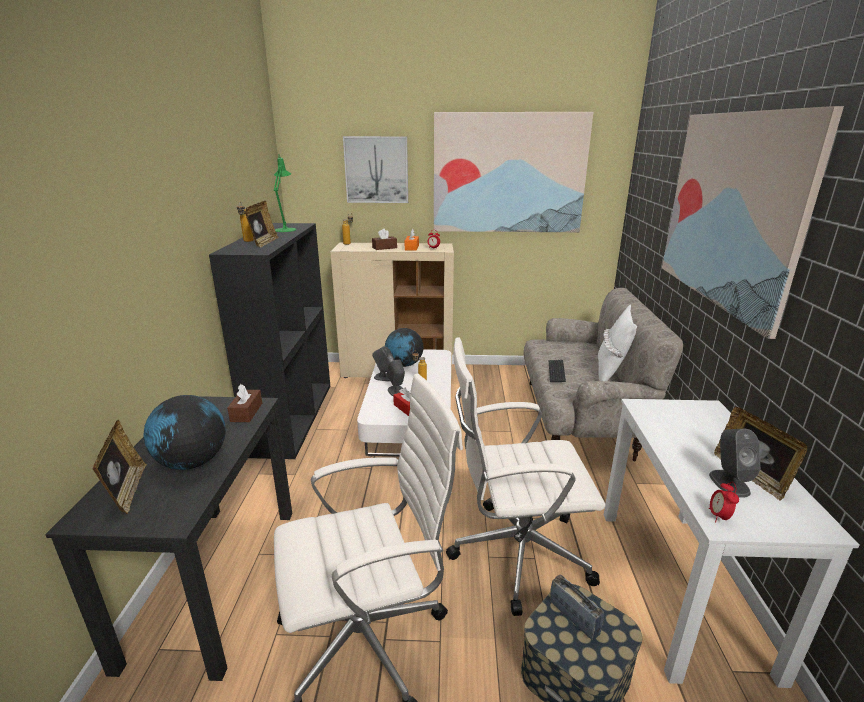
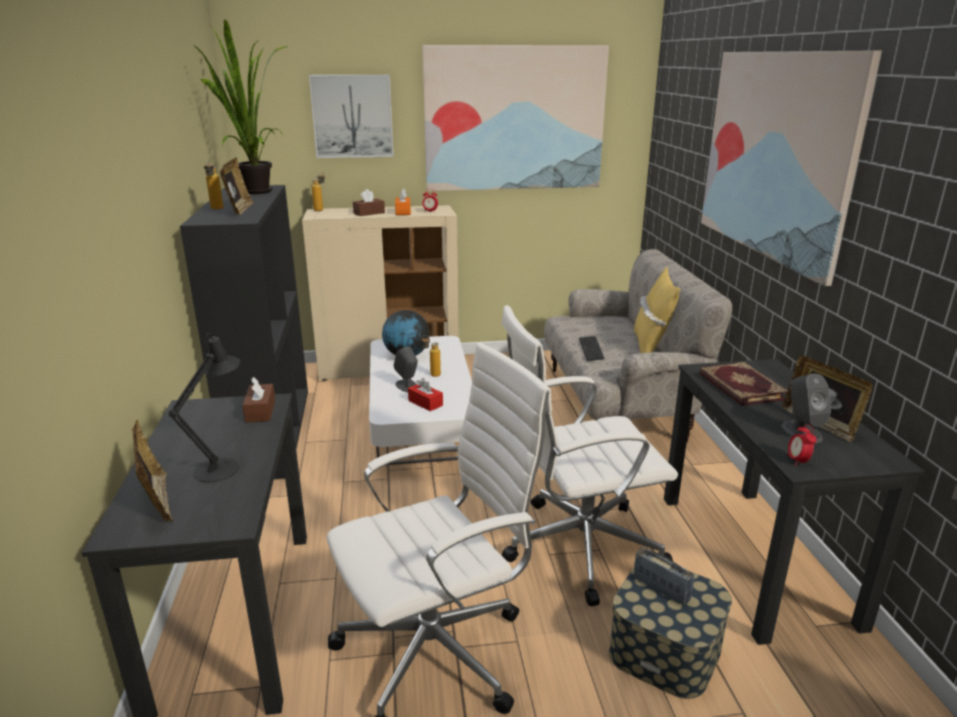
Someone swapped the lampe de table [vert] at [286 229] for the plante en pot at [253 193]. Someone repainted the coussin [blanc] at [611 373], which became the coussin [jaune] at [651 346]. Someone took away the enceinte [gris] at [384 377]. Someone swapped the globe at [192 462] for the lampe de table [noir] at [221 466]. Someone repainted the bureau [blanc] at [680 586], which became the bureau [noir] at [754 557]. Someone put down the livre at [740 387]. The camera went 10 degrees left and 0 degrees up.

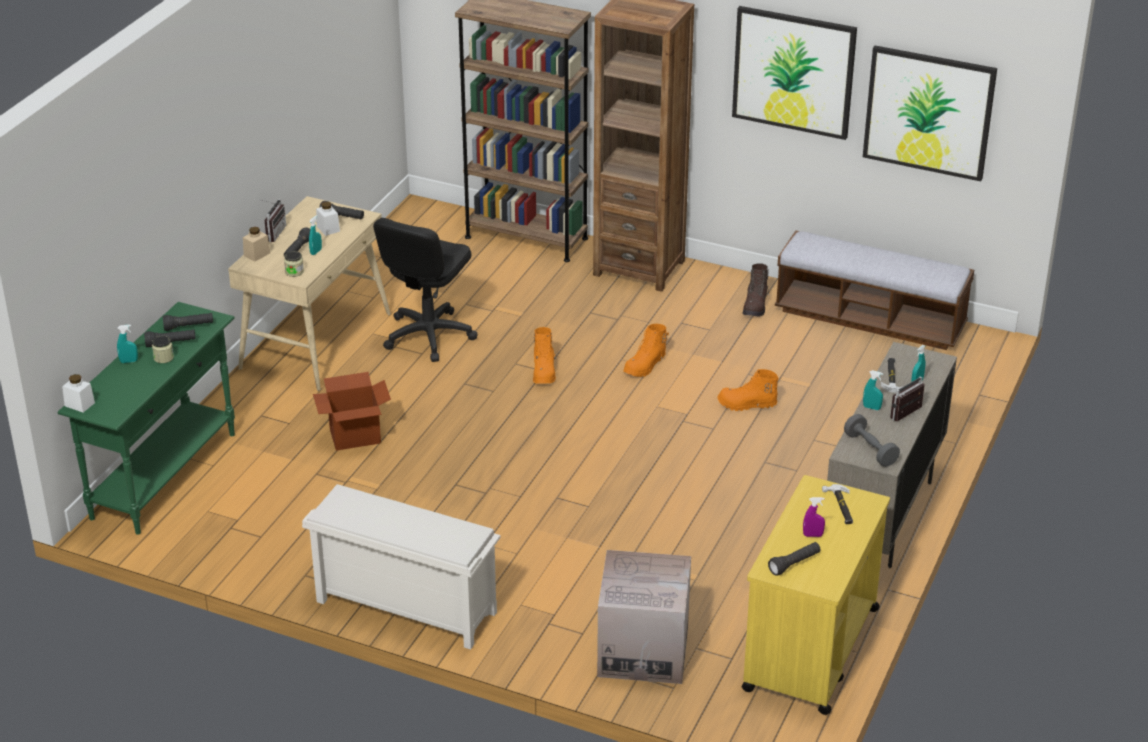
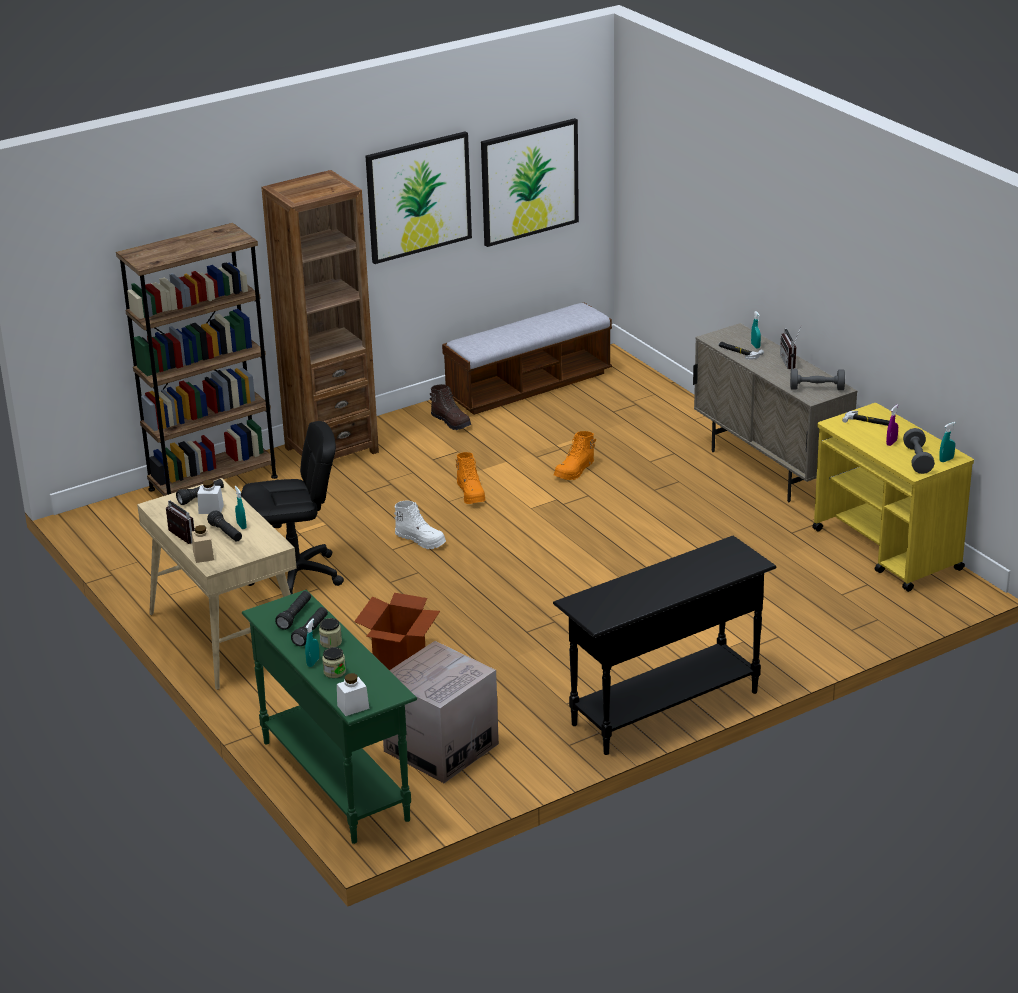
Someone rotated the chaise de bureau [noir] at [428 335] by 75 degrees counterclockwise. Someone carried the bocal from [294 272] to [334 672]. Someone repainted the botte [orange] at [544 371], which became the botte [blanc] at [421 540]. Someone carried the vaporisateur [turquoise] from [871 408] to [946 460]. Someone swapped the étagère à chaussures [blanc] at [404 607] for the table console [noir] at [664 708]. Someone swapped the lampe de poche [noir] at [794 564] for the haltère [gris] at [917 460]. Someone carried the carton from [643 651] to [441 747]. The camera went 55 degrees left and 5 degrees down.

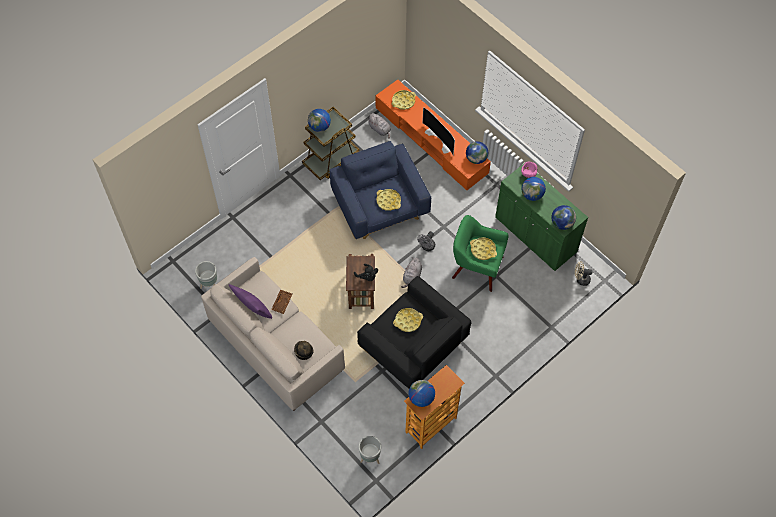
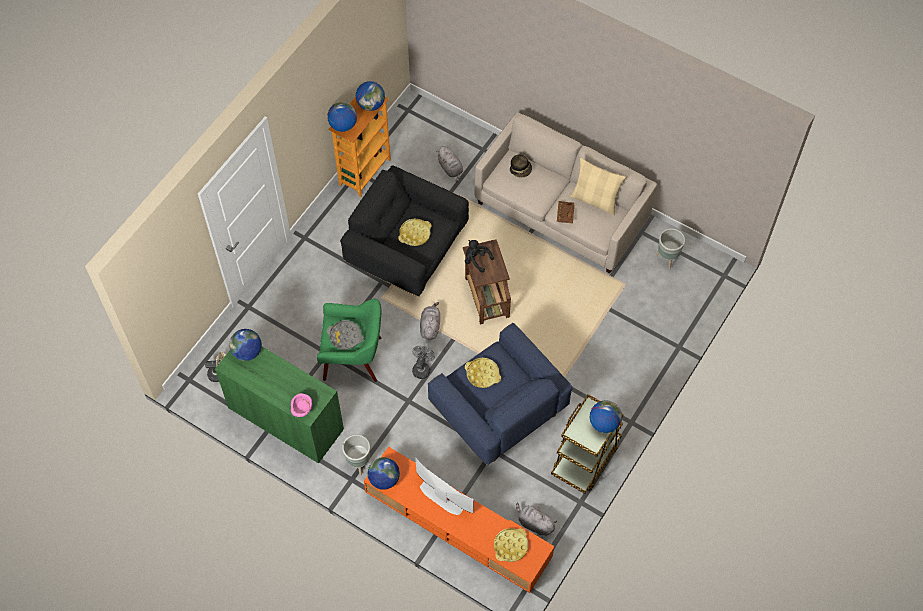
Someone carried the globe from [532 195] to [343 125]. Someone repainted the plateau [jaune] at [483 250], which became the plateau [gris] at [345 336]. Someone repainted the coussin [violet] at [253 309], which became the coussin [beige] at [595 200]. Someone carried the cache-pot [gris] from [370 458] to [358 462]. Someone put down the peluche [gris] at [450 169]. The camera went 165 degrees right and 0 degrees up.

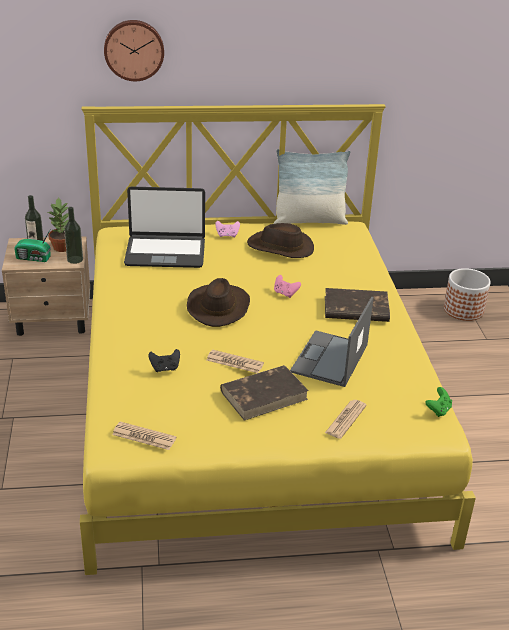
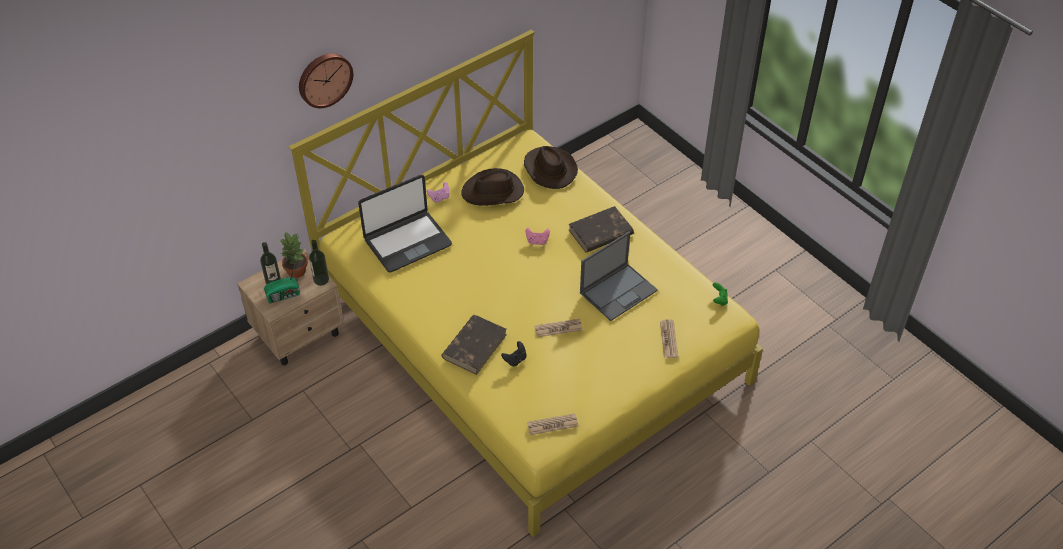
Someone took away the coussin at [309 221]. Someone took away the cache-pot at [464 310]. Someone carried the chapeau [marron] from [218 307] to [549 169]. Someone rotated the ordinateur portable at [329 359] by 120 degrees counterclockwise. Someone carried the livre [marron] from [264 395] to [475 346]. The camera went 30 degrees left and 15 degrees up.

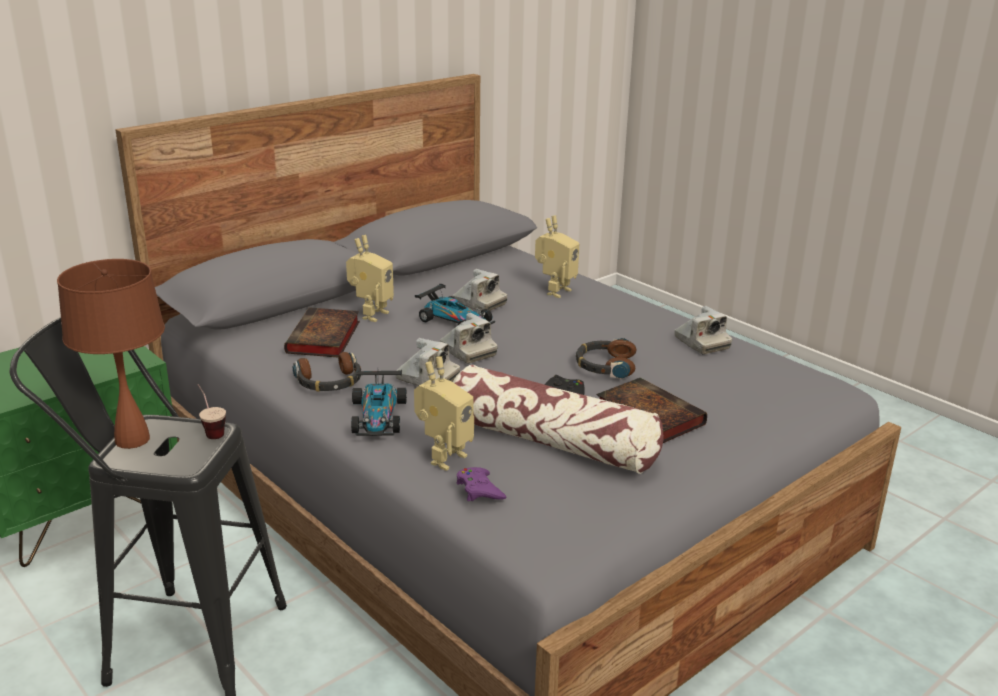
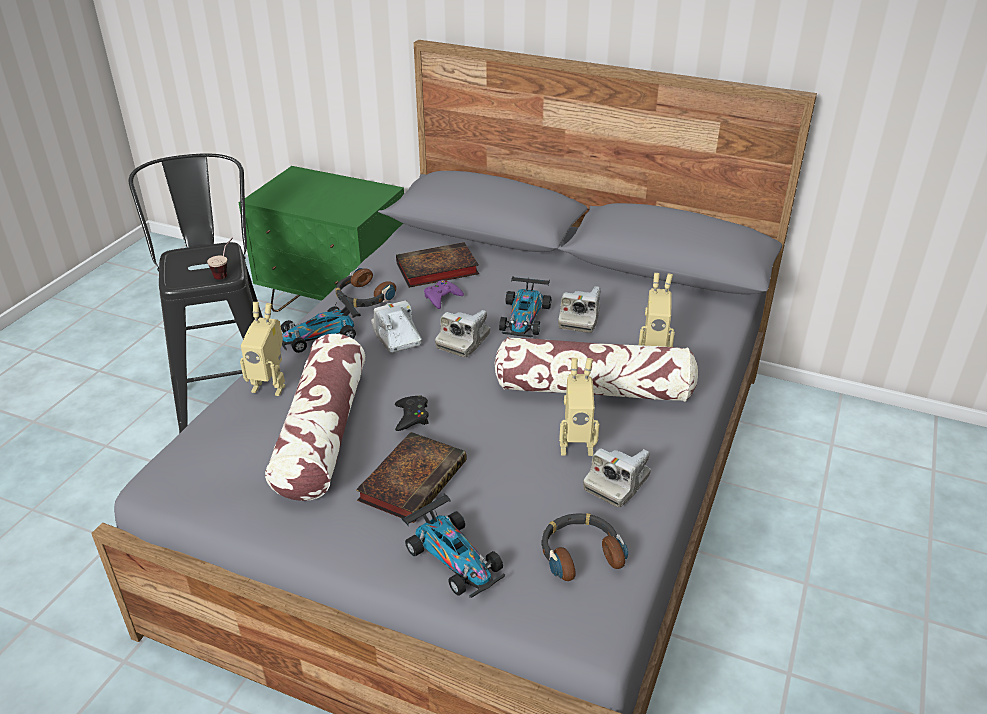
Someone carried the robot jouet from [371 314] to [576 445]. Someone took away the lampe de table [marron] at [133 440]. Someone rotated the appareil photo at [427 378] by 150 degrees clockwise. Someone carried the casque audio from [605 365] to [580 552]. Someone carried the manette [violet] from [479 489] to [442 297]. Someone put down the coussin at [594 389]. Someone put down the petite voiture at [454 558]. The camera went 65 degrees right and 10 degrees up.

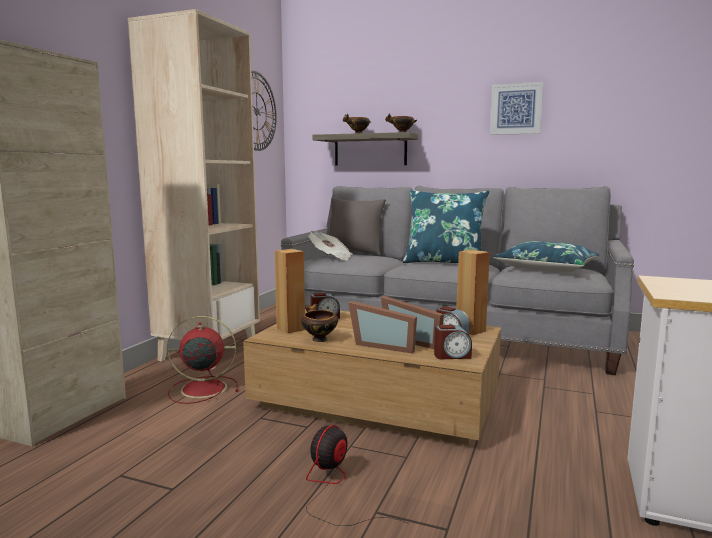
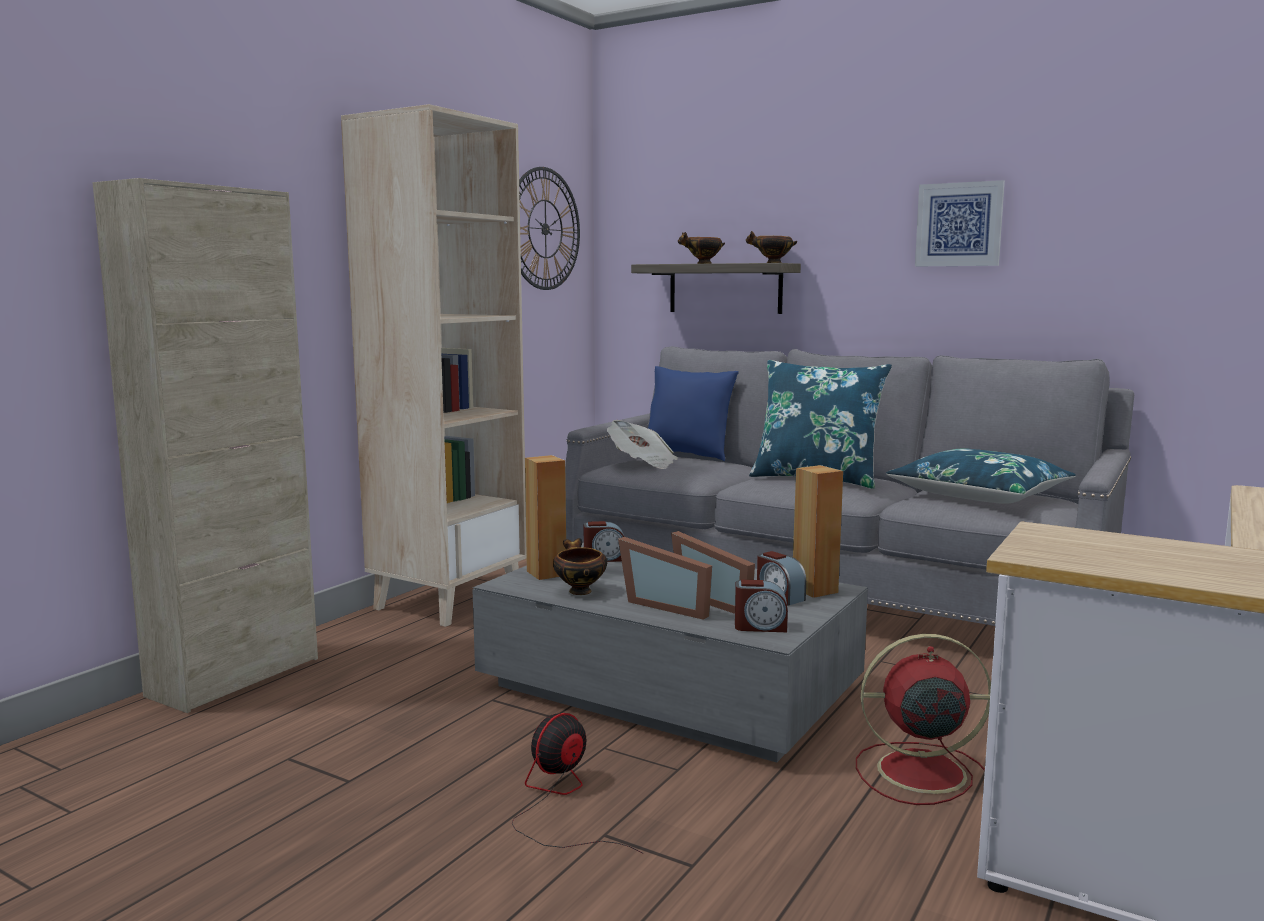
Someone repainted the coussin [gris] at [354 253], which became the coussin [bleu] at [688 456]. Someone repainted the table basse [marron] at [378 400], which became the table basse [gris] at [670 688]. Someone carried the ventilateur [rouge] from [201 389] to [917 772]. The camera went 10 degrees right and 0 degrees up.

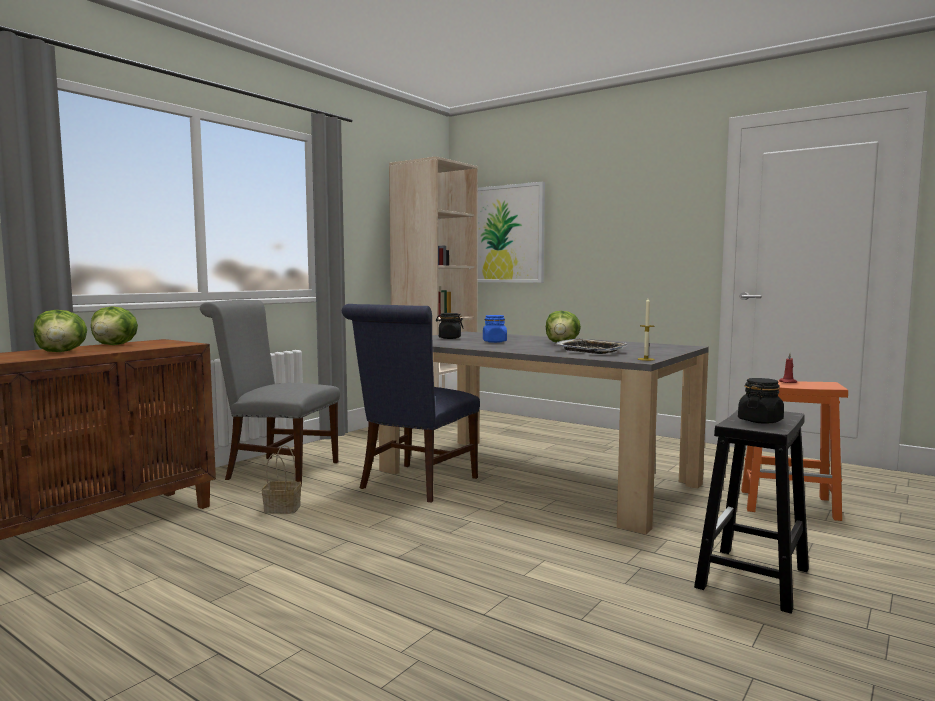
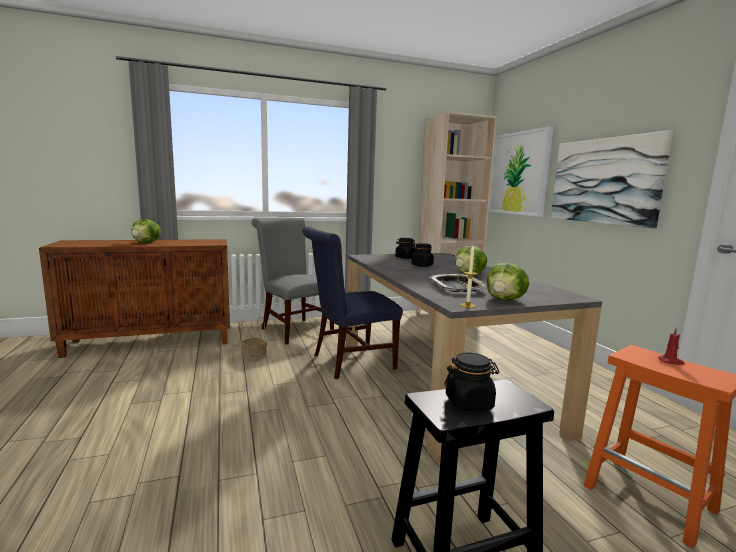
Someone carried the laitue from [115 345] to [505 300]. Someone repainted the bocal [bleu] at [494 341], which became the bocal [noir] at [422 265]. Someone put up the tableau at [604 181]. The camera went 35 degrees right and 5 degrees up.

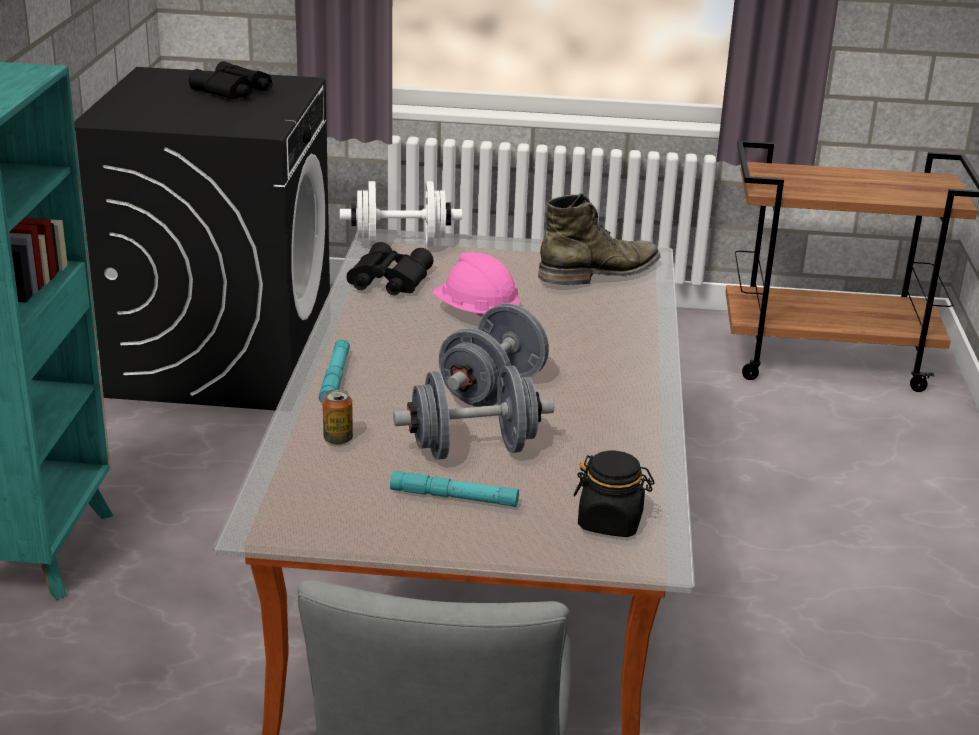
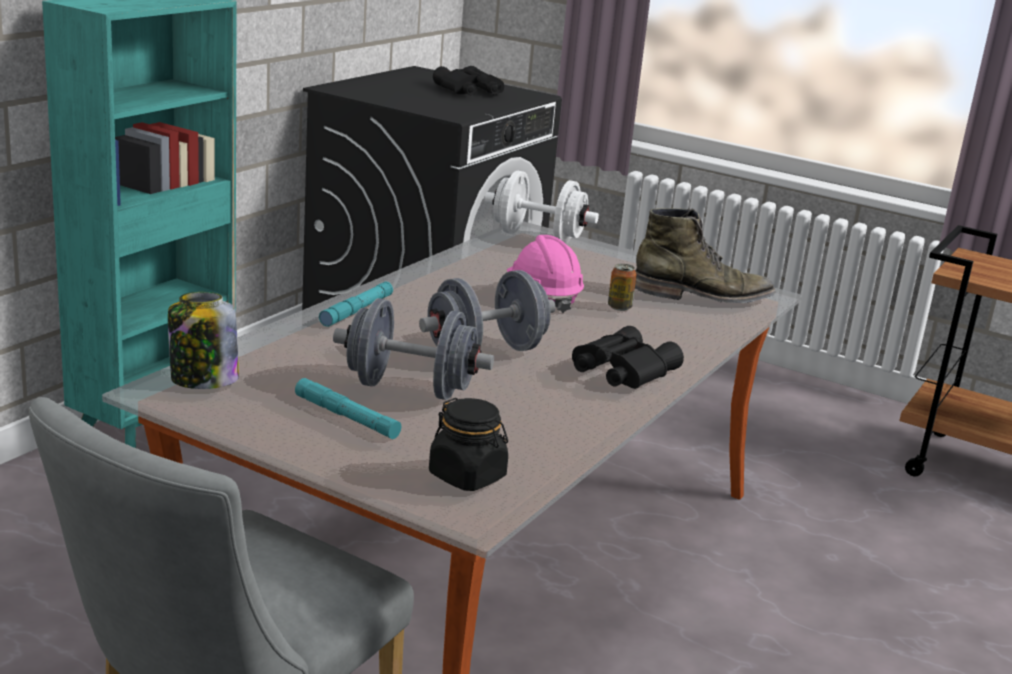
Someone carried the jumelles [noir] from [387 281] to [620 370]. Someone carried the boîte métallique from [338 439] to [619 307]. Someone put down the bocal at [203 380]. The camera went 25 degrees right and 5 degrees down.

